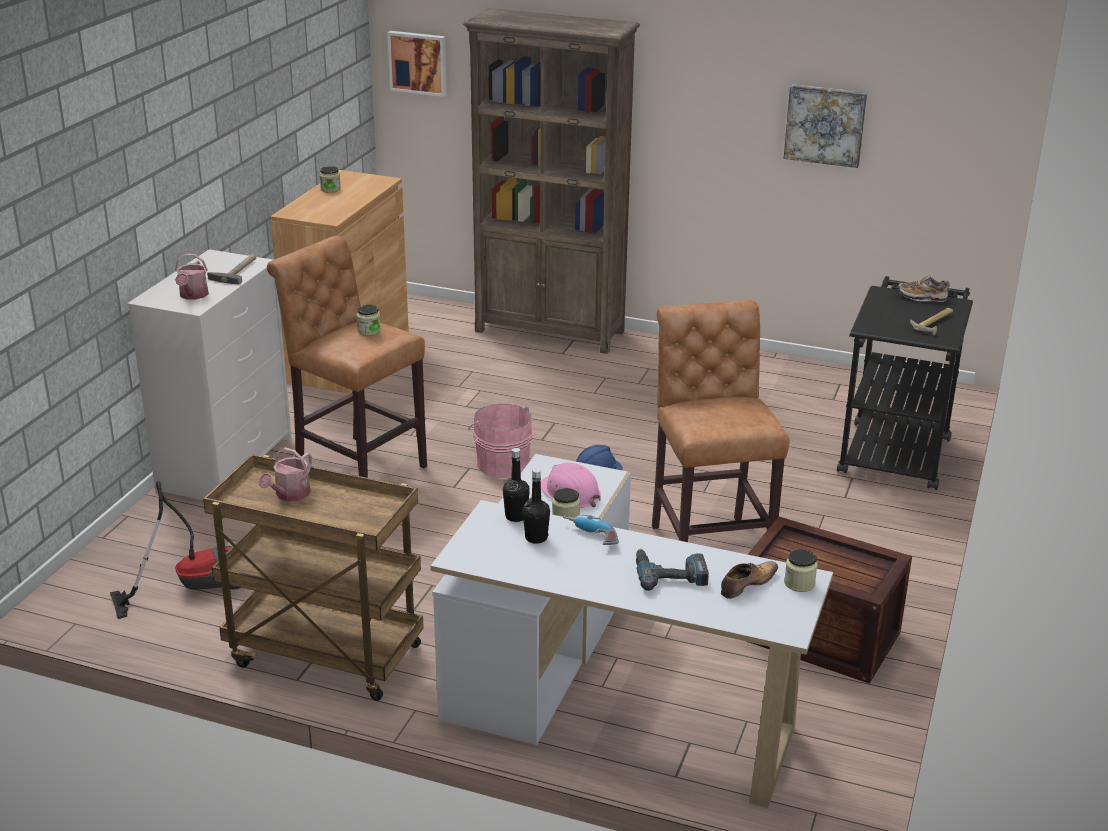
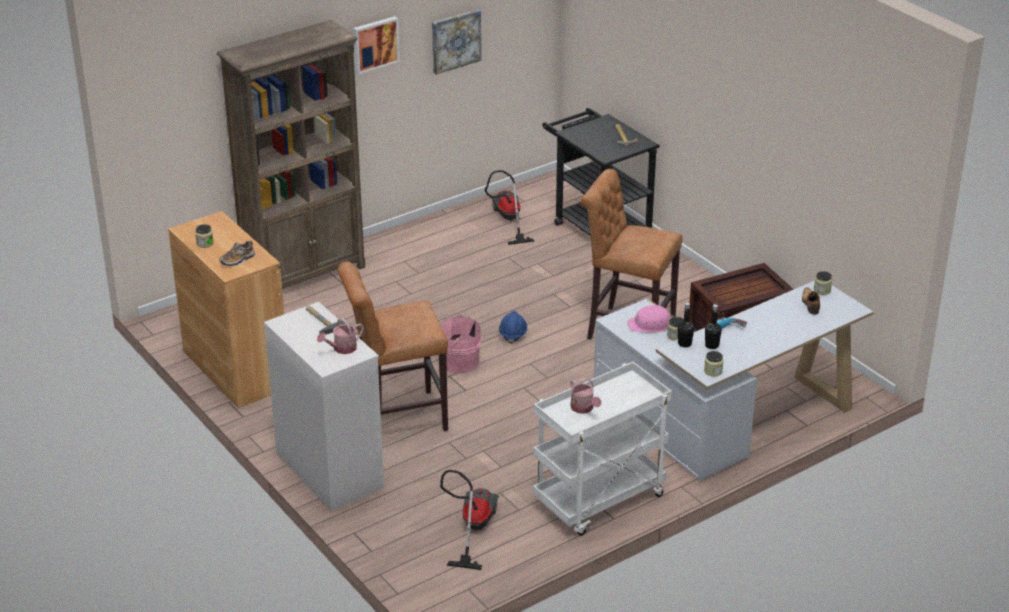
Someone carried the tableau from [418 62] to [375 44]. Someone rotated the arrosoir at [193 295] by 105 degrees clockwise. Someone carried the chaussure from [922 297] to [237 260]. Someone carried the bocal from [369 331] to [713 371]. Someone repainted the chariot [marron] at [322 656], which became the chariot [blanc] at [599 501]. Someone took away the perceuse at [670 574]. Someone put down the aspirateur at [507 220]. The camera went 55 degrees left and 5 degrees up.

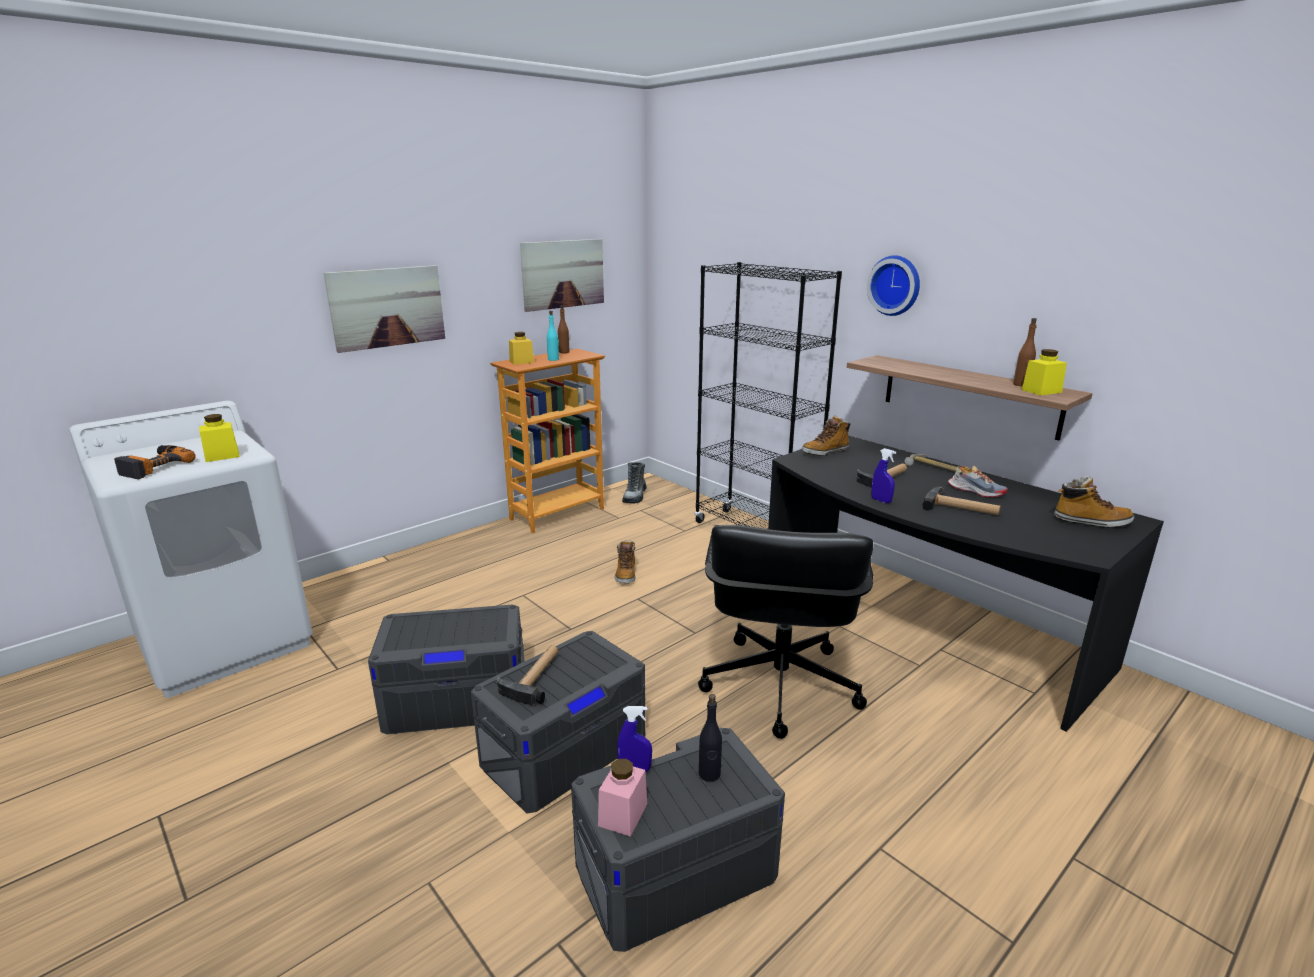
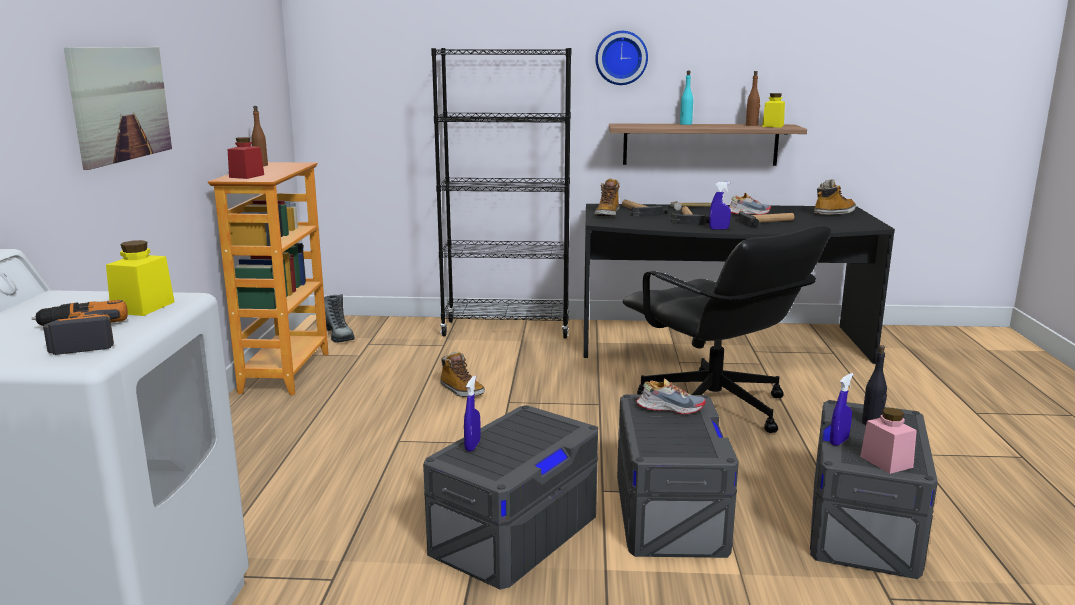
Someone took away the tableau at [563 274]. Someone carried the bouteille [turquoise] from [553 359] to [686 124]. Someone repainted the bocal [jaune] at [521 362], which became the bocal [rouge] at [246 176]. Someone carried the marteau from [534 676] to [638 211]. Someone put down the vaporisateur [bleu] at [472 446]. Someone put down the chaussure at [670 408]. The camera went 45 degrees left and 5 degrees down.

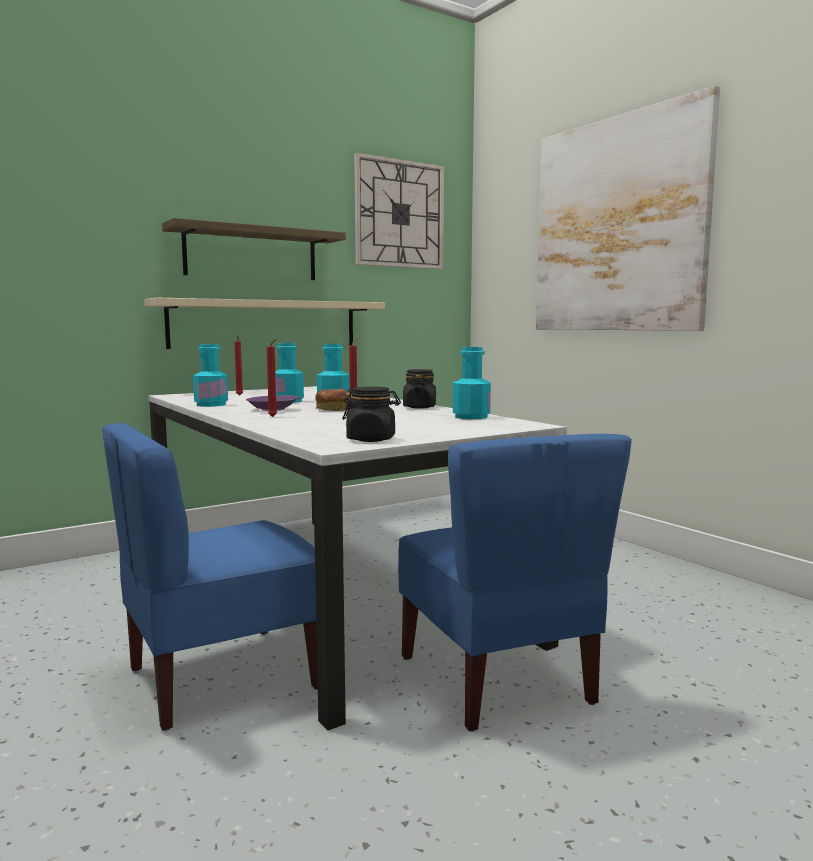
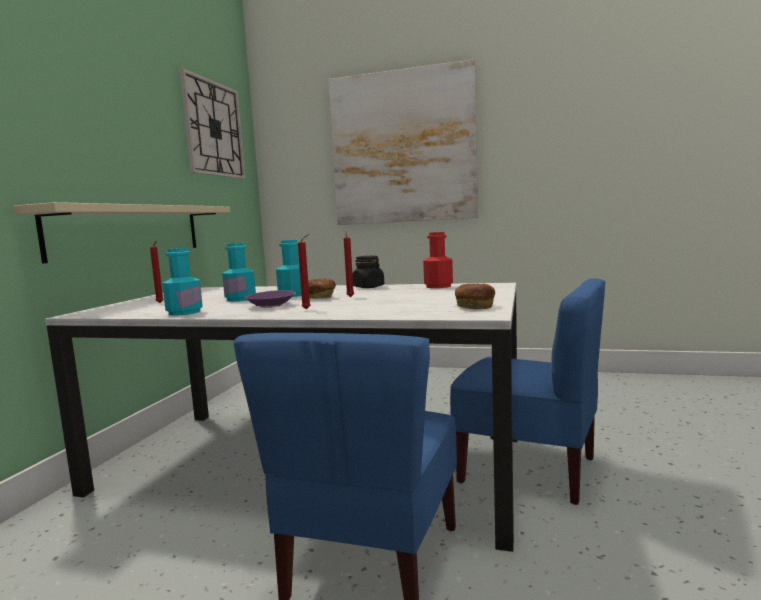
Someone took away the étagère at [251 254]. Someone repainted the bouteille [turquoise] at [471 417], which became the bouteille [rouge] at [438 286]. Someone swapped the bocal [noir] at [371 439] for the pain at [474 307]. The camera went 40 degrees left and 0 degrees up.

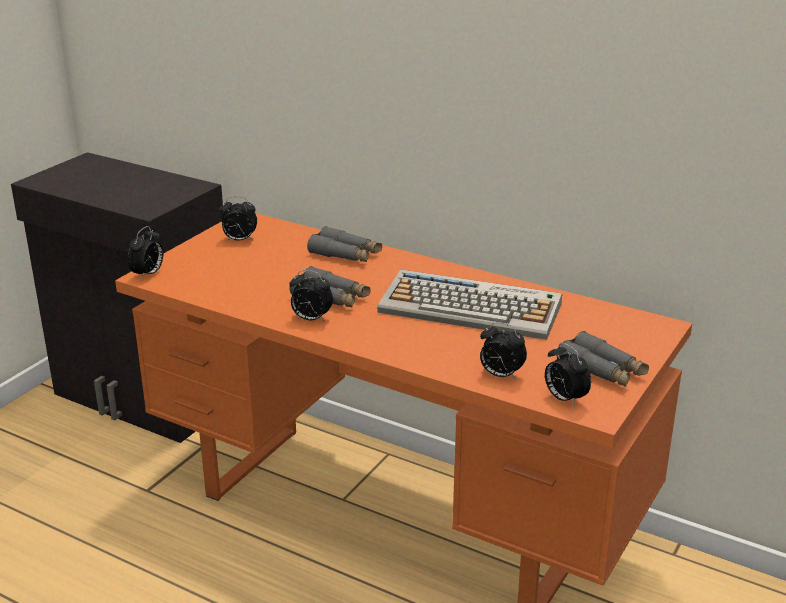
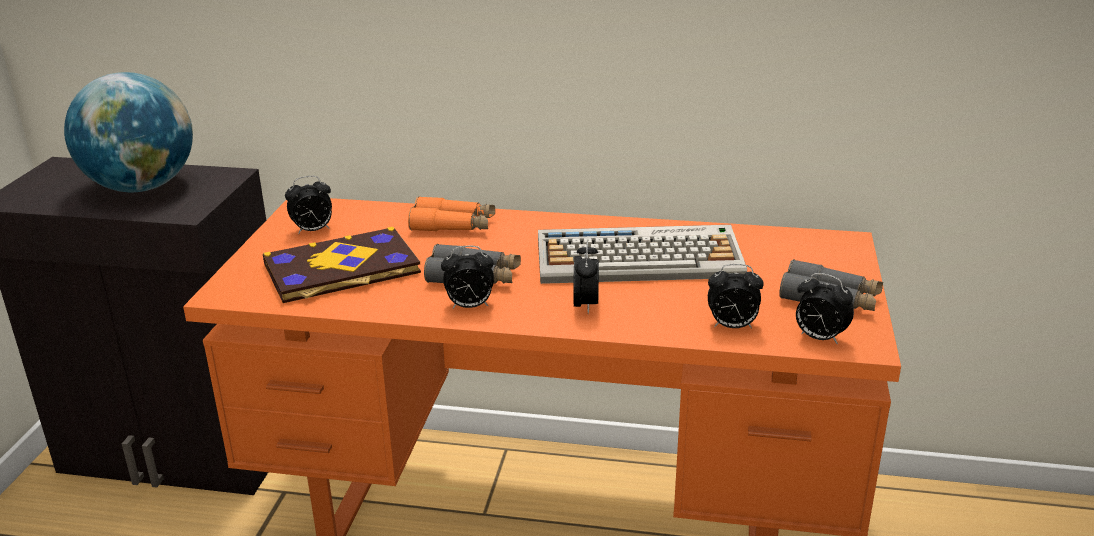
Someone carried the réveil from [148 274] to [586 305]. Someone repainted the jumelles [gris] at [345 254], which became the jumelles [orange] at [453 225]. Someone put down the globe at [142 187]. Someone put down the livre at [342 270]. The camera went 20 degrees left and 0 degrees up.

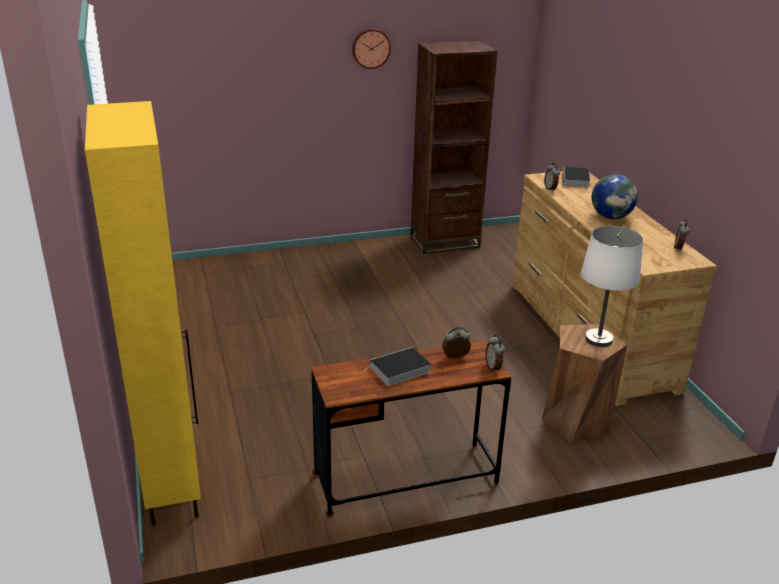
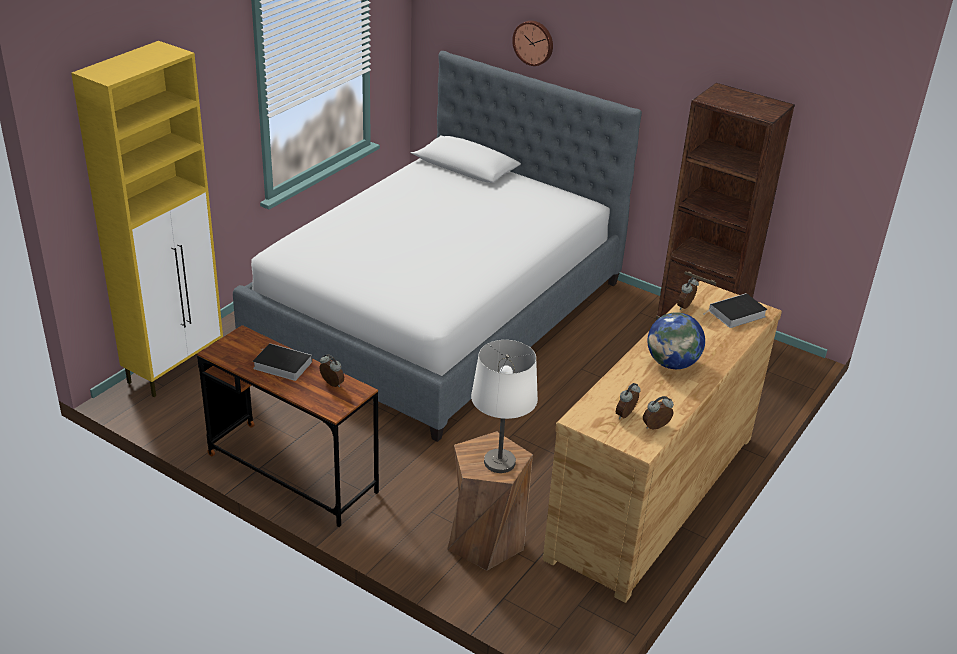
Someone carried the horloge murale from [370 48] to [534 42]. Someone carried the réveil from [493 367] to [626 415]. Someone put down the lit at [439 313]. The camera went 50 degrees right and 5 degrees up.

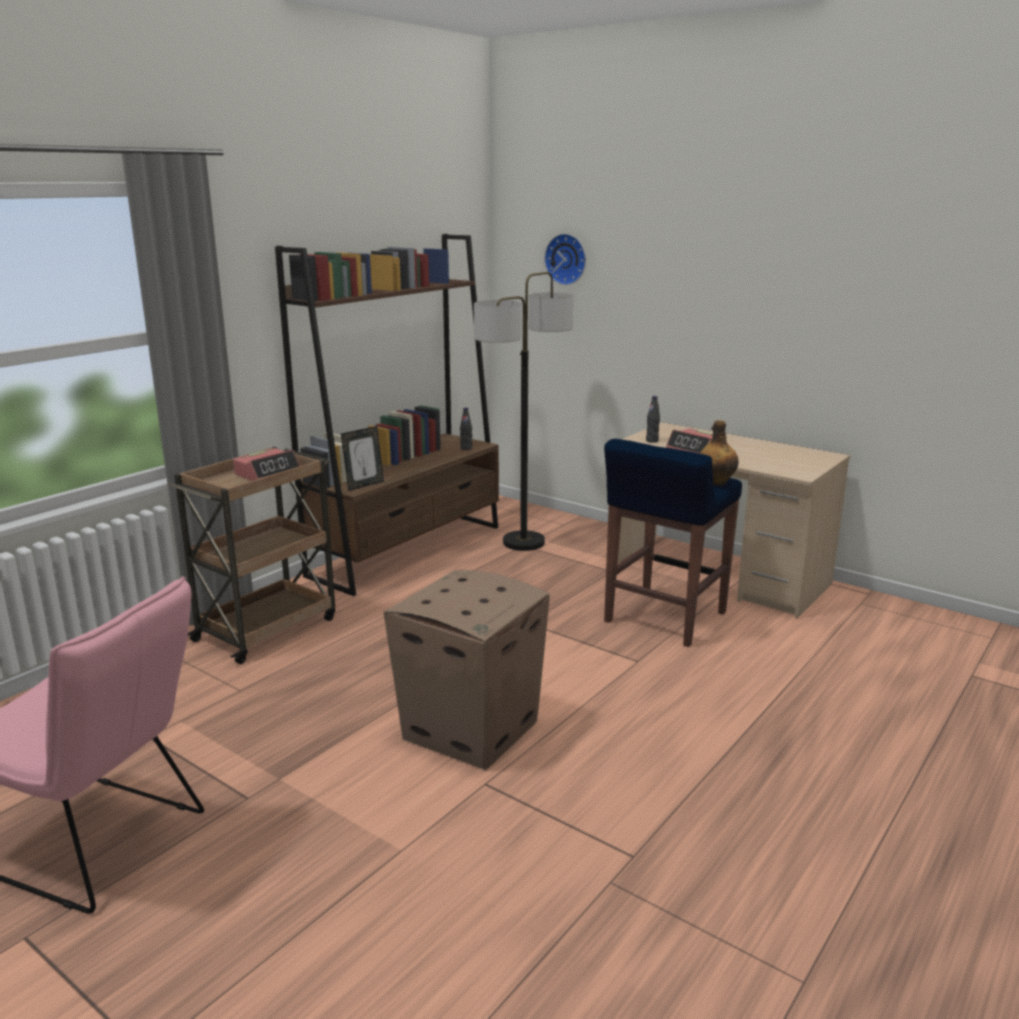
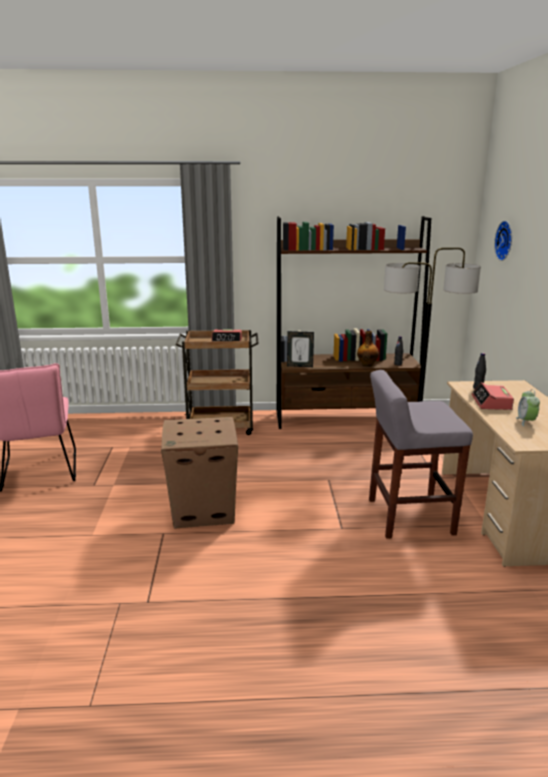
Someone carried the bouteille from [716 482] to [367 365]. Someone repainted the tabouret [bleu] at [664 618], which became the tabouret [gris] at [408 516]. Someone put down the réveil at [526 421]. The camera went 50 degrees right and 0 degrees up.

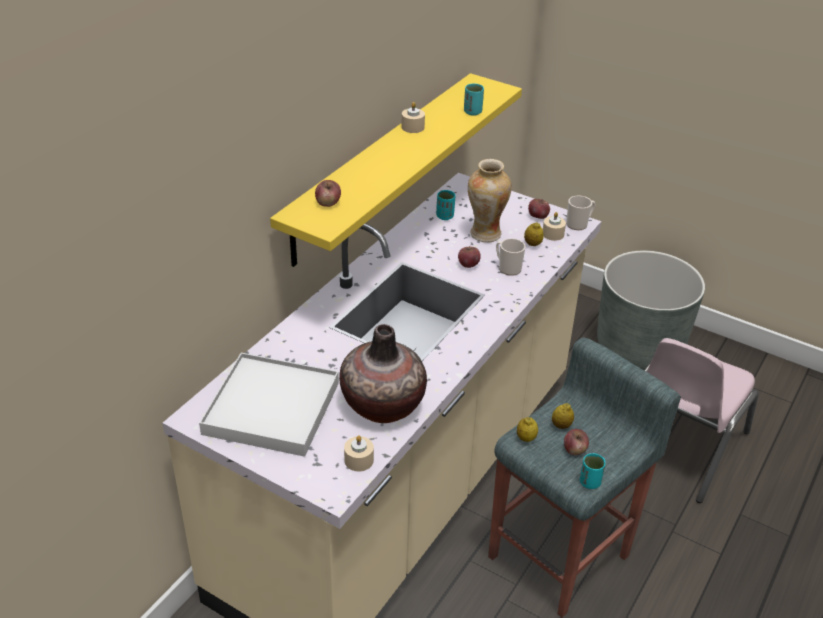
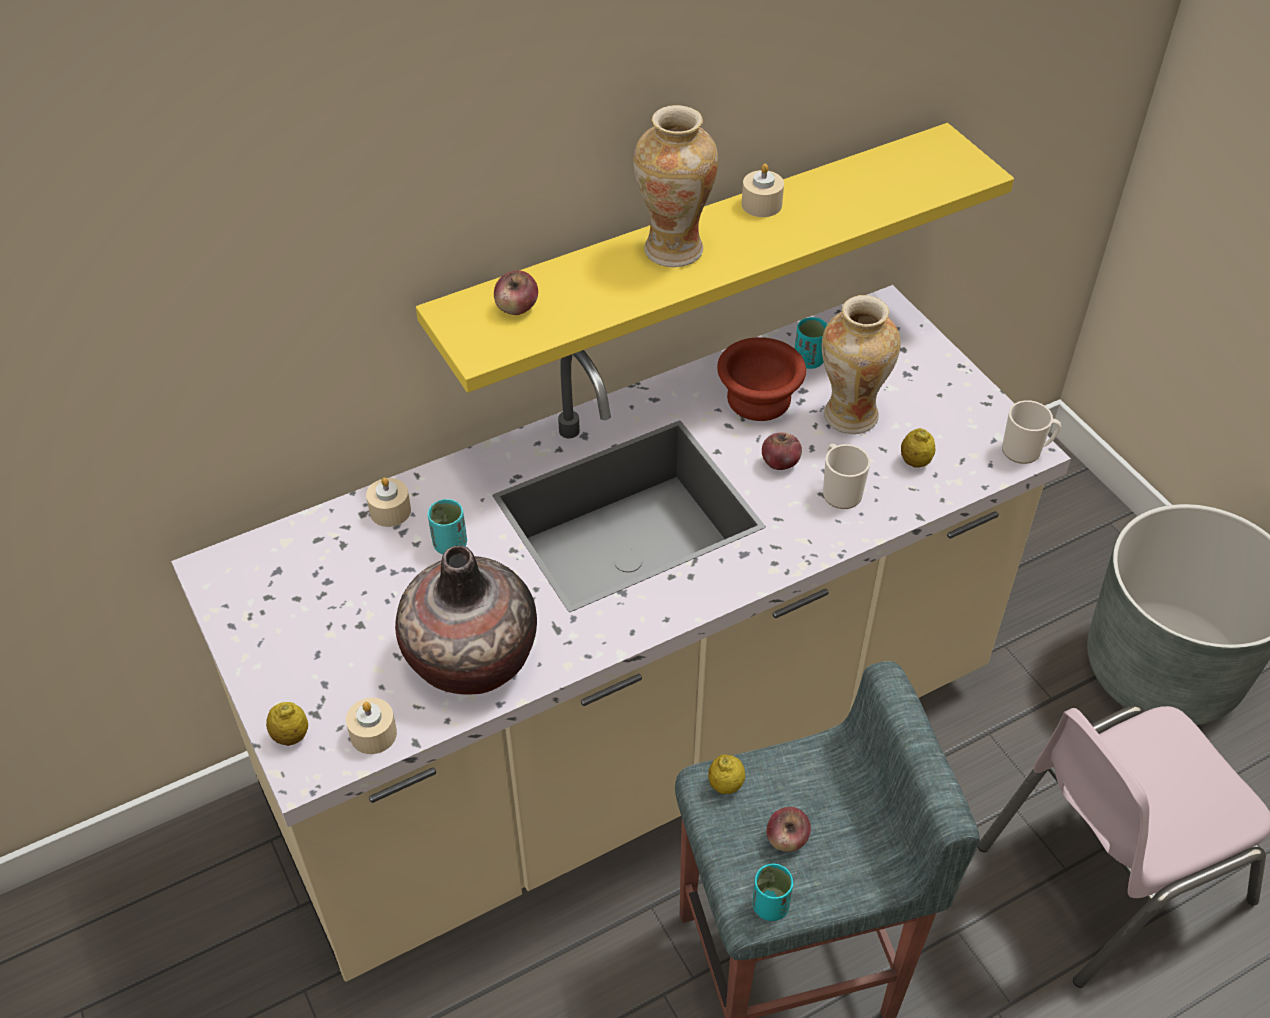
Someone carried the tasse [turquoise] from [472 112] to [450 544]. Someone took away the pomme at [538 216]. Someone carried the bougie [beige] from [553 234] to [390 511]. Someone took away the plateau [blanc] at [272 408]. Someone carried the citron from [561 425] to [291 736]. Someone put down the vase at [673 248]. Someone put down the bol [marron] at [761 398]. The camera went 30 degrees right and 10 degrees up.

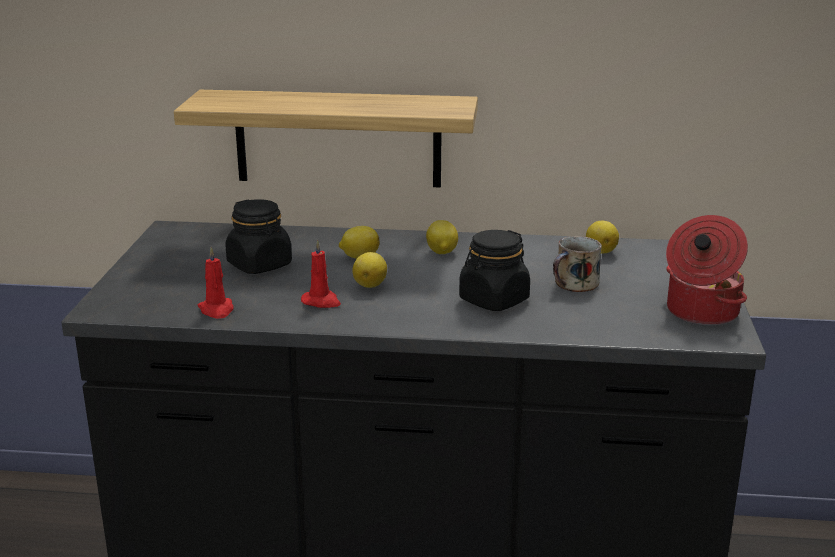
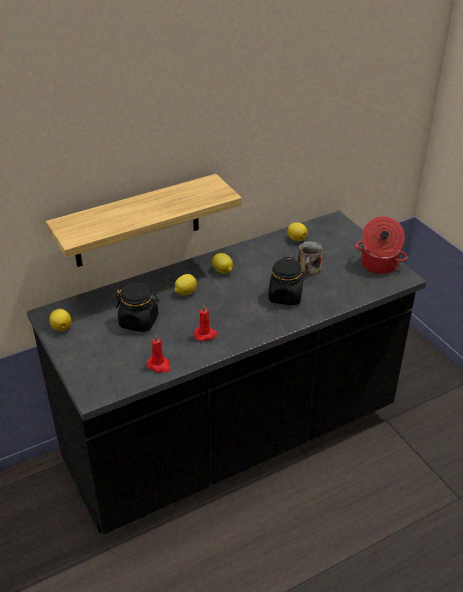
Someone carried the citron from [370 285] to [61 327]. The camera went 35 degrees left and 15 degrees up.

